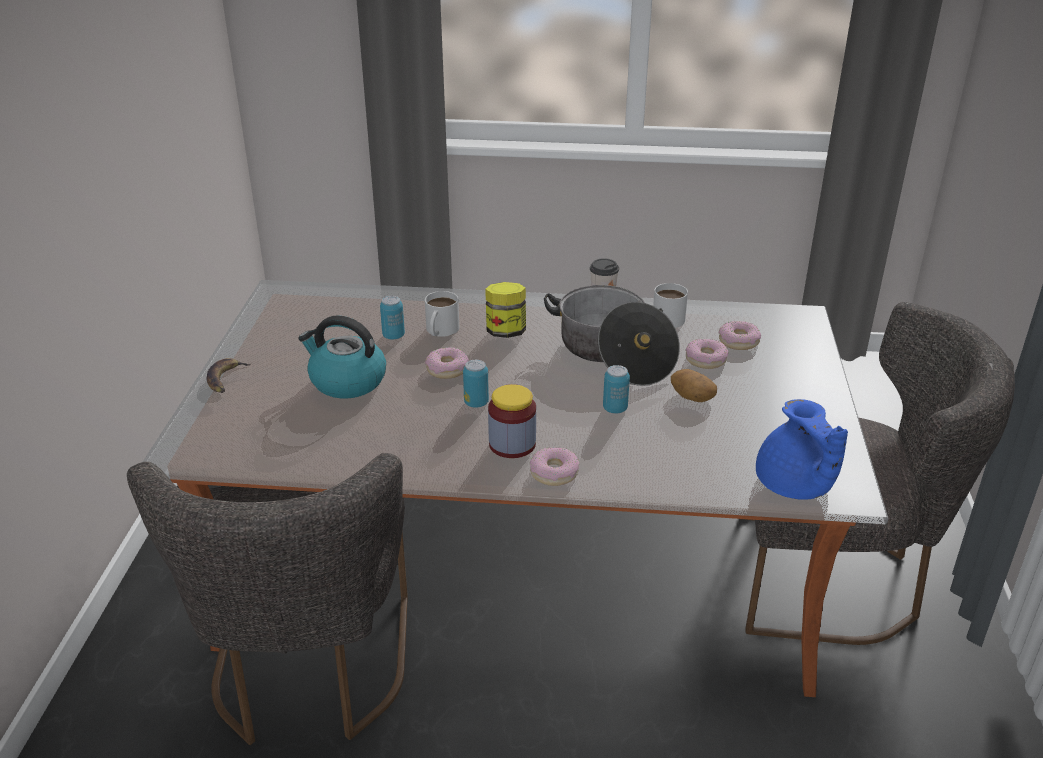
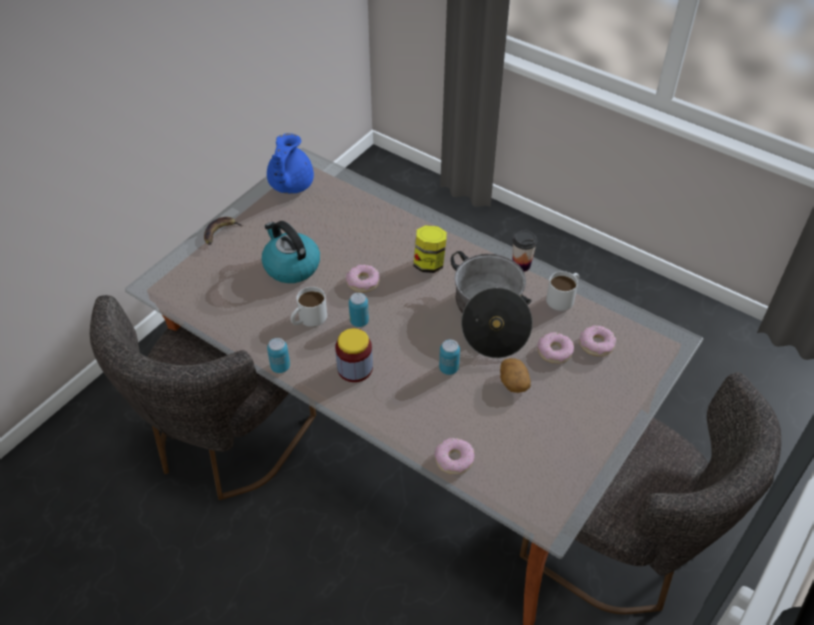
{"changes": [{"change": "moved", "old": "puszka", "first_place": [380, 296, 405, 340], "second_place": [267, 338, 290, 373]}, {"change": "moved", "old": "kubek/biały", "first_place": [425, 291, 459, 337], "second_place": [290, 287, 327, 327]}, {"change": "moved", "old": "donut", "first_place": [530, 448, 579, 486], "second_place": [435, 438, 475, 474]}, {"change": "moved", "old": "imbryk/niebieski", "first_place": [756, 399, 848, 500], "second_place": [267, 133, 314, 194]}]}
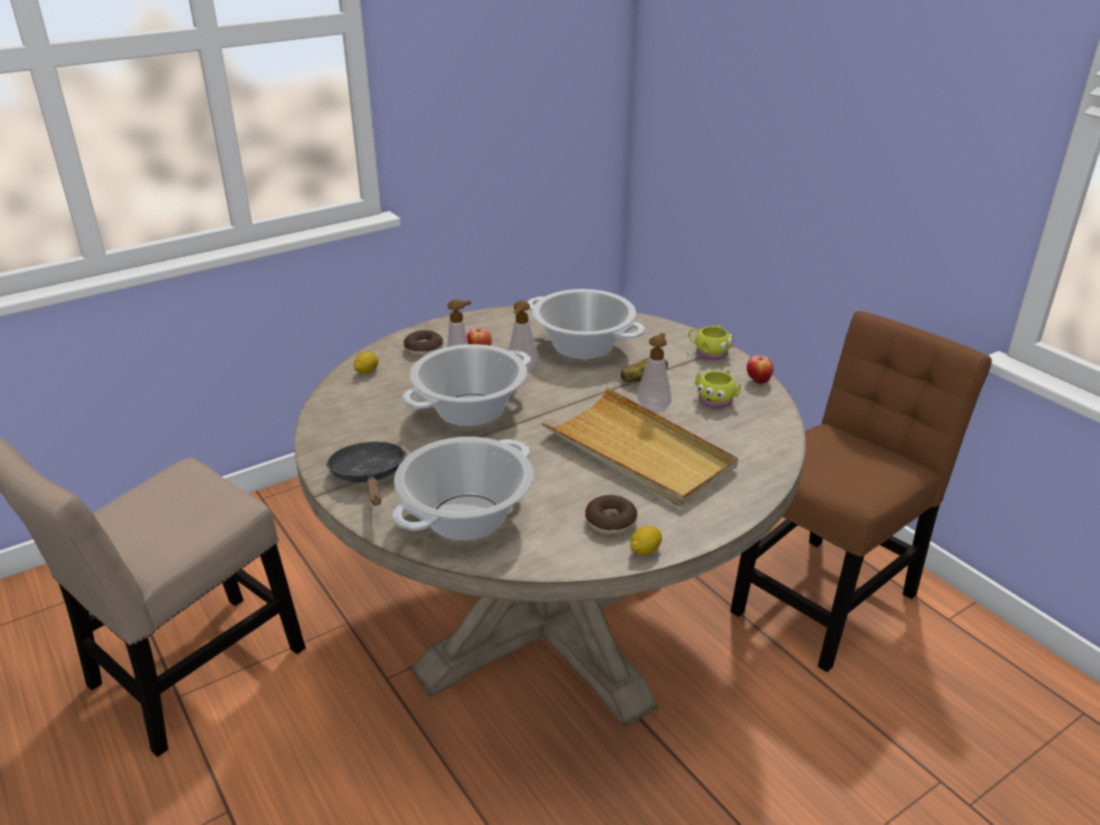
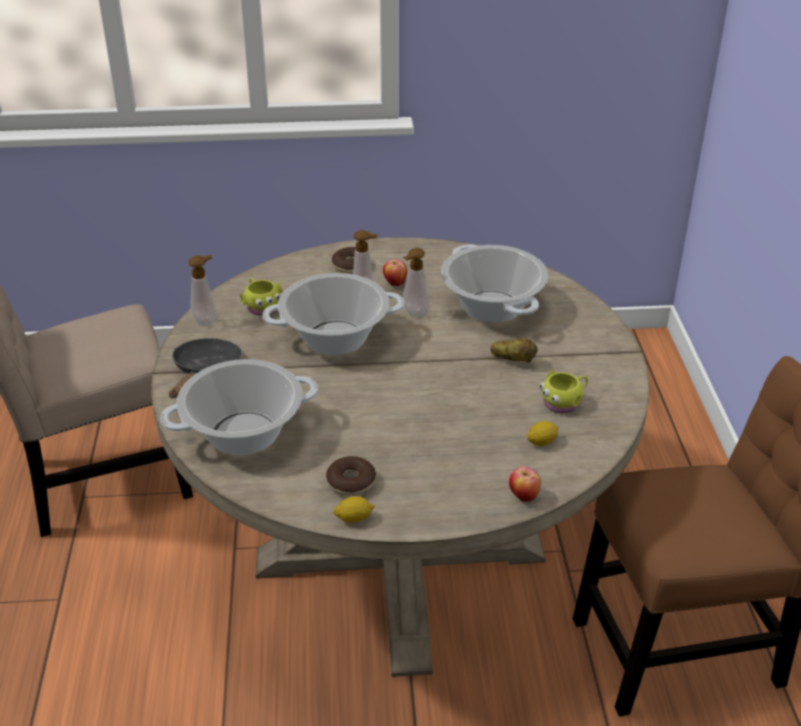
{"changes": [{"change": "moved", "old": "cytryna", "first_place": [354, 352, 378, 374], "second_place": [527, 421, 559, 446]}, {"change": "removed", "old": "taca/beżowy", "first_place": [541, 387, 738, 506]}, {"change": "moved", "old": "dozownik mydła", "first_place": [637, 333, 672, 411], "second_place": [188, 255, 216, 326]}, {"change": "moved", "old": "kubek/żółty", "first_place": [688, 324, 733, 360], "second_place": [240, 278, 282, 316]}, {"change": "moved", "old": "jabłko", "first_place": [747, 355, 774, 384], "second_place": [509, 467, 541, 502]}]}
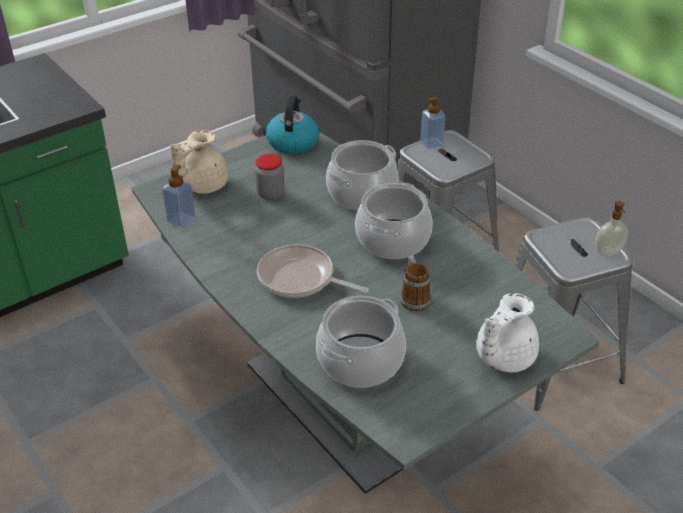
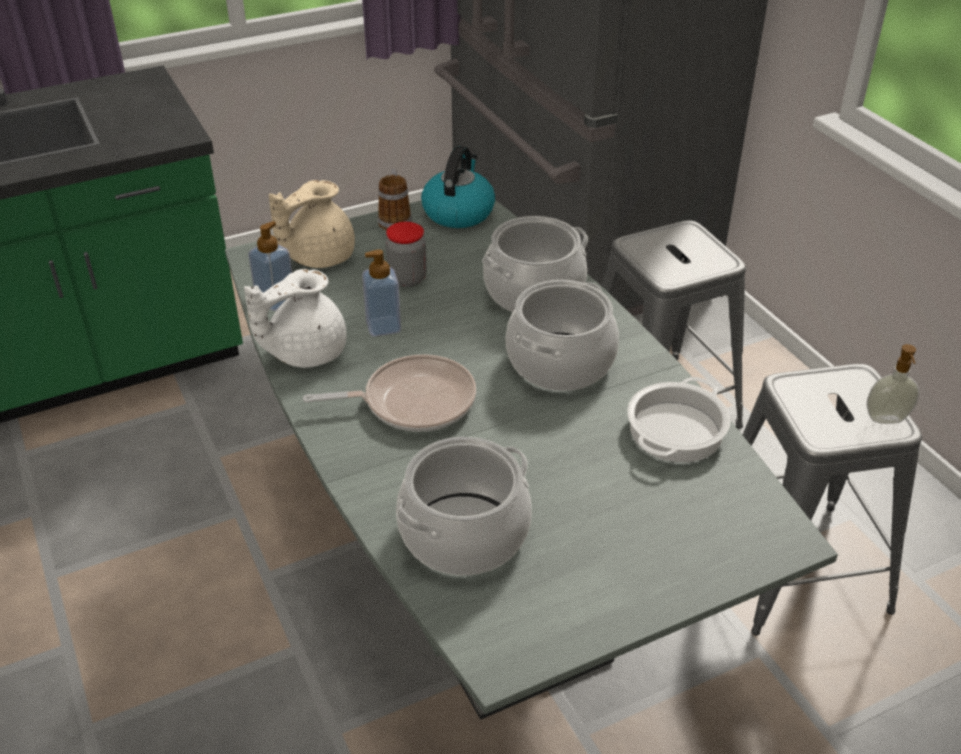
{"changes": [{"change": "turned", "old": "patelnia", "first_place": [257, 244, 369, 298], "second_place": [303, 354, 476, 432], "degrees": 135}, {"change": "moved", "old": "kubek", "first_place": [400, 255, 431, 311], "second_place": [378, 169, 412, 231]}, {"change": "moved", "old": "dozownik mydła", "first_place": [421, 97, 446, 149], "second_place": [362, 249, 401, 336]}, {"change": "moved", "old": "imbryk/biały", "first_place": [476, 293, 539, 372], "second_place": [244, 269, 347, 368]}, {"change": "added", "new": "garnek", "second_place": [627, 377, 731, 462]}]}
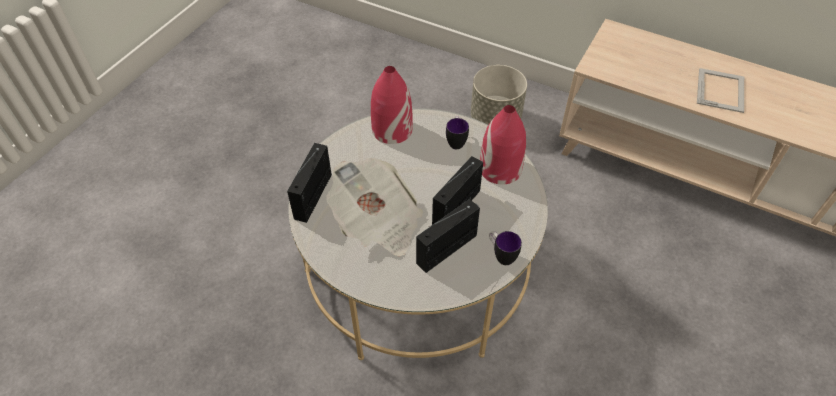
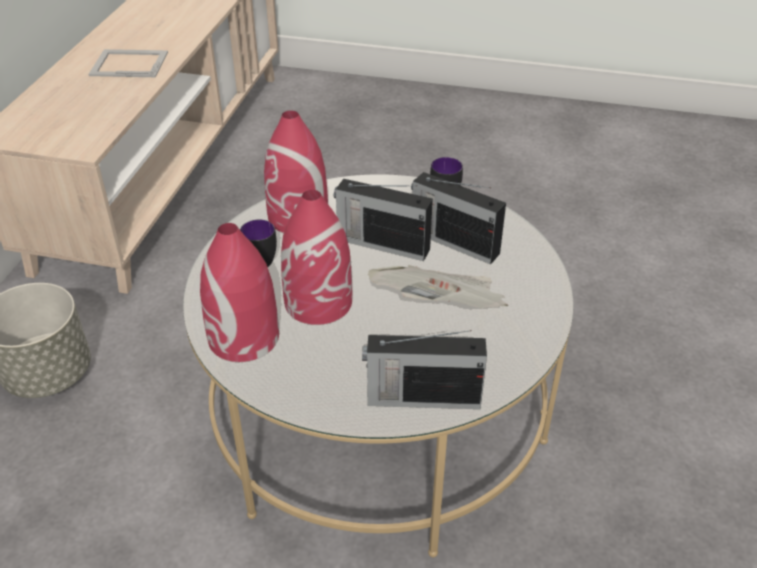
{"changes": [{"change": "added", "new": "wazon/czerwony", "second_place": [281, 190, 352, 325]}]}
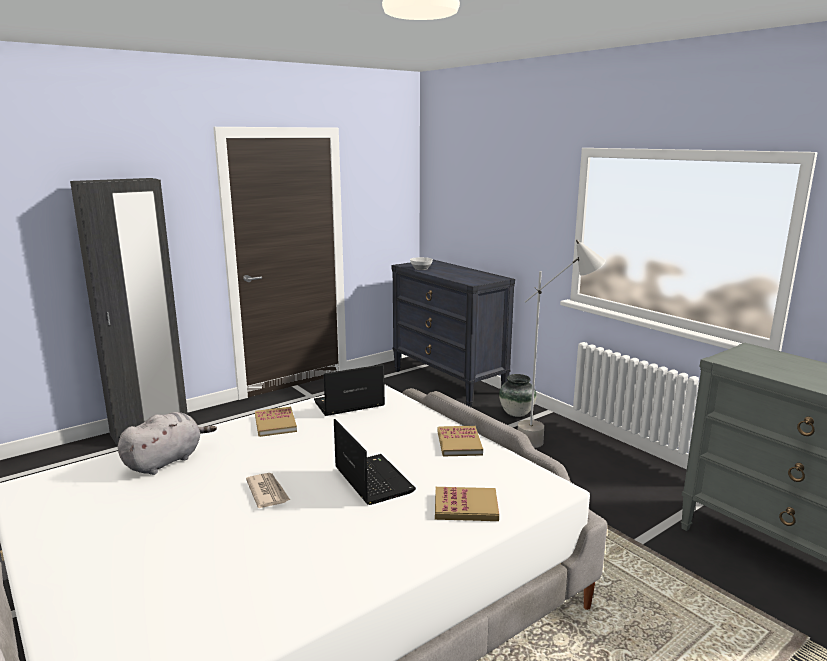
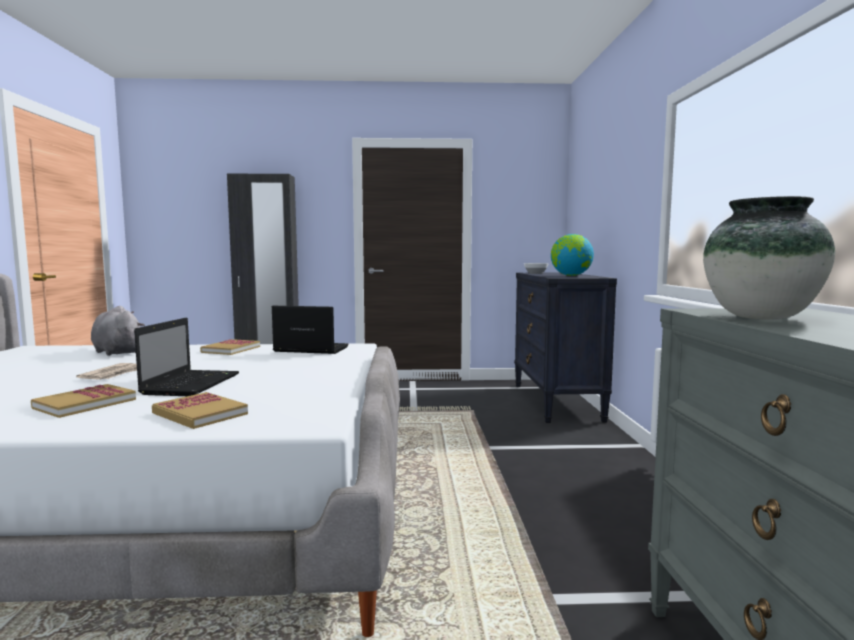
{"changes": [{"change": "turned", "old": "pluszak/szary", "first_place": [118, 412, 217, 475], "second_place": [91, 306, 145, 356], "degrees": -120}, {"change": "moved", "old": "książka", "first_place": [438, 426, 483, 457], "second_place": [31, 384, 136, 418]}, {"change": "moved", "old": "wazon", "first_place": [499, 374, 536, 417], "second_place": [703, 196, 835, 320]}, {"change": "removed", "old": "lampa stojąca/szary", "first_place": [518, 240, 606, 448]}, {"change": "added", "new": "globus", "second_place": [551, 234, 594, 276]}]}
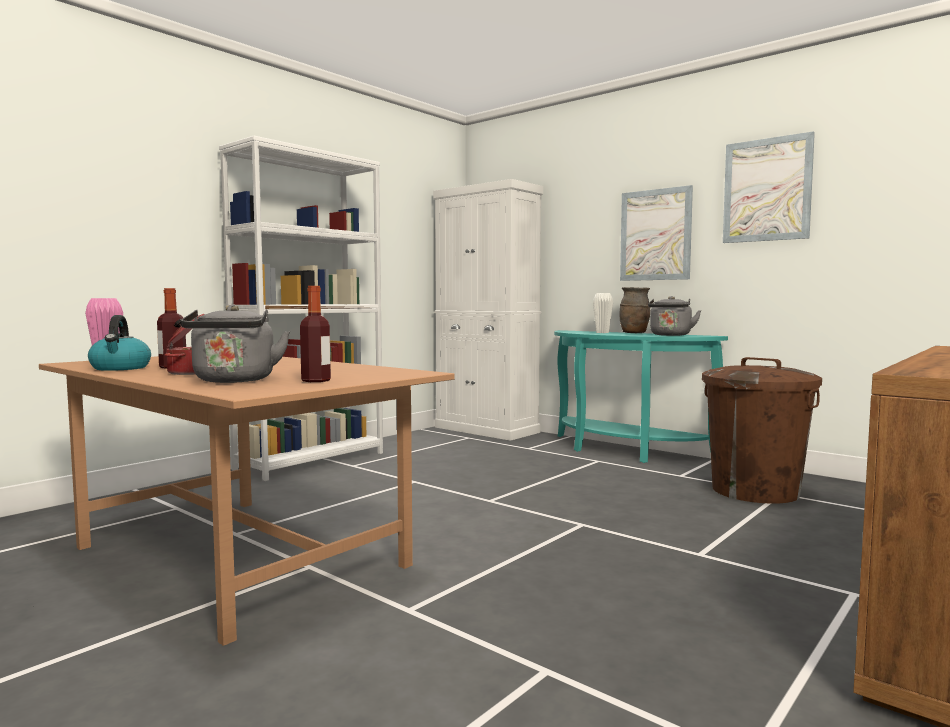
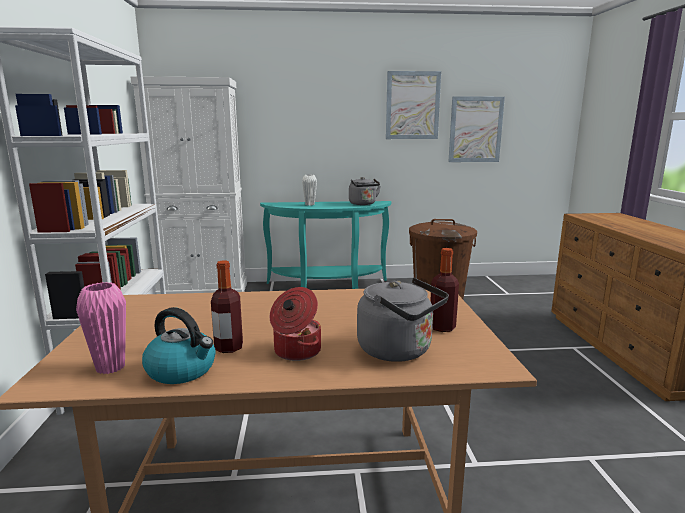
{"changes": [{"change": "moved", "old": "obraz", "first_place": [620, 185, 693, 281], "second_place": [448, 96, 505, 162]}, {"change": "removed", "old": "wazon/brązowy", "first_place": [620, 287, 650, 333]}]}
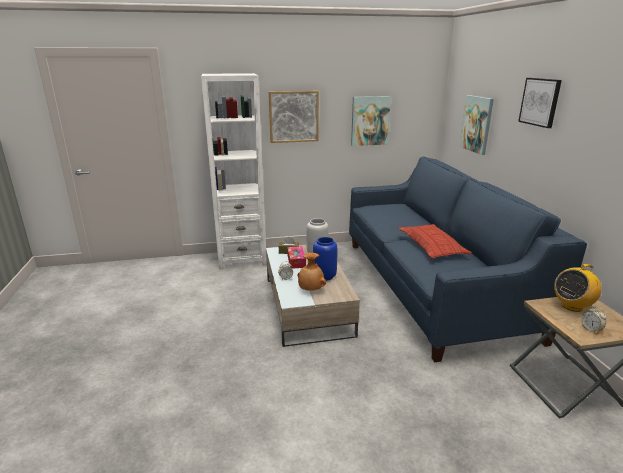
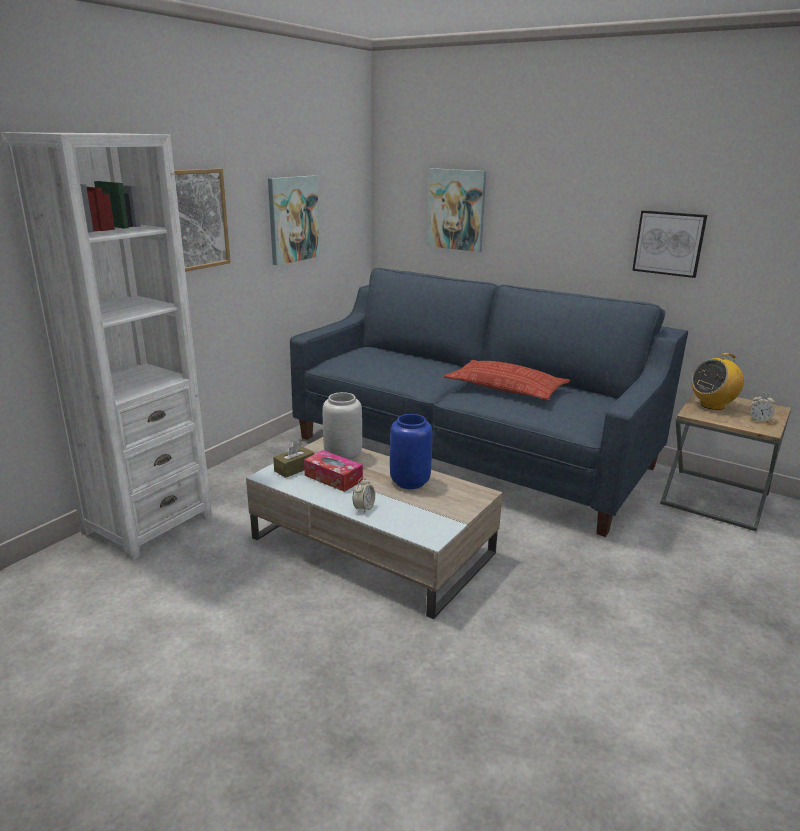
{"changes": [{"change": "removed", "old": "wazon/brązowy", "first_place": [298, 253, 326, 291]}, {"change": "moved", "old": "obraz", "first_place": [518, 78, 562, 128], "second_place": [632, 210, 707, 278]}, {"change": "turned", "old": "radio", "first_place": [554, 264, 602, 312], "second_place": [691, 353, 744, 410], "degrees": 45}]}
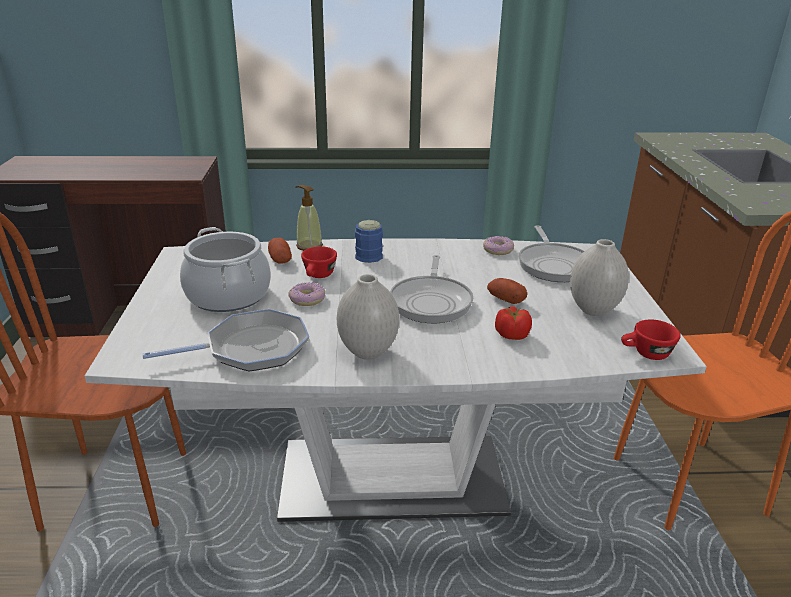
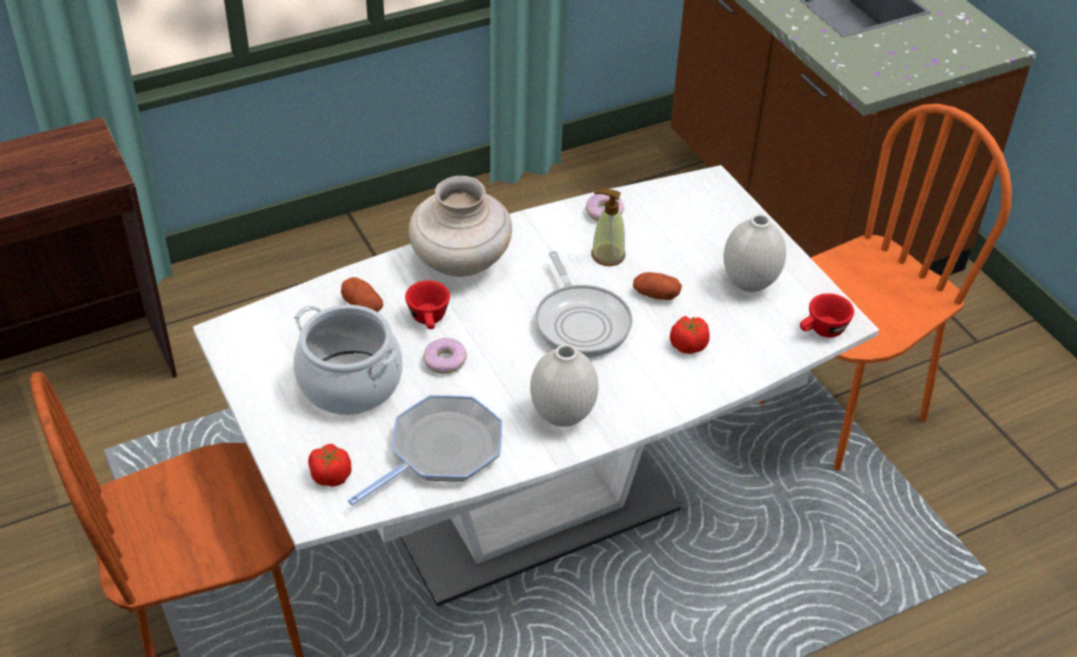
{"changes": [{"change": "moved", "old": "dozownik mydła", "first_place": [296, 185, 323, 251], "second_place": [591, 189, 625, 266]}, {"change": "replaced", "old": "kubek/niebieski", "new": "wazon/beżowy", "first_place": [355, 220, 383, 263], "second_place": [408, 176, 512, 277]}, {"change": "removed", "old": "patelnia", "first_place": [519, 225, 584, 282]}, {"change": "added", "new": "pomidor", "second_place": [308, 444, 351, 487]}]}
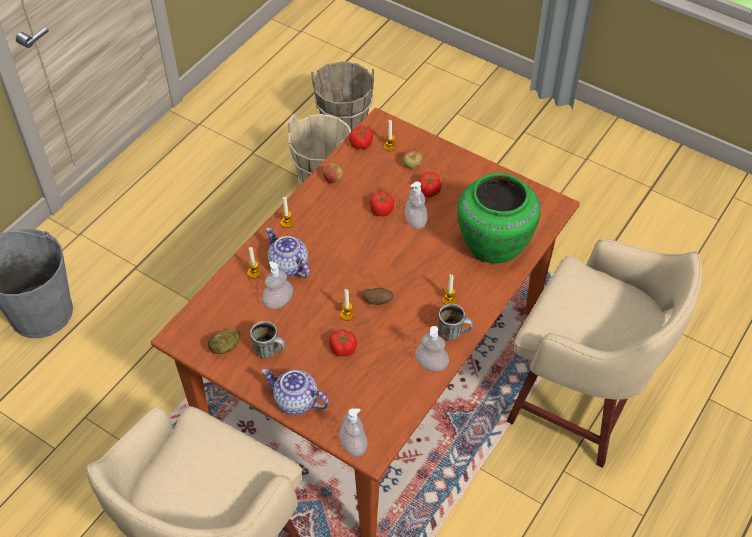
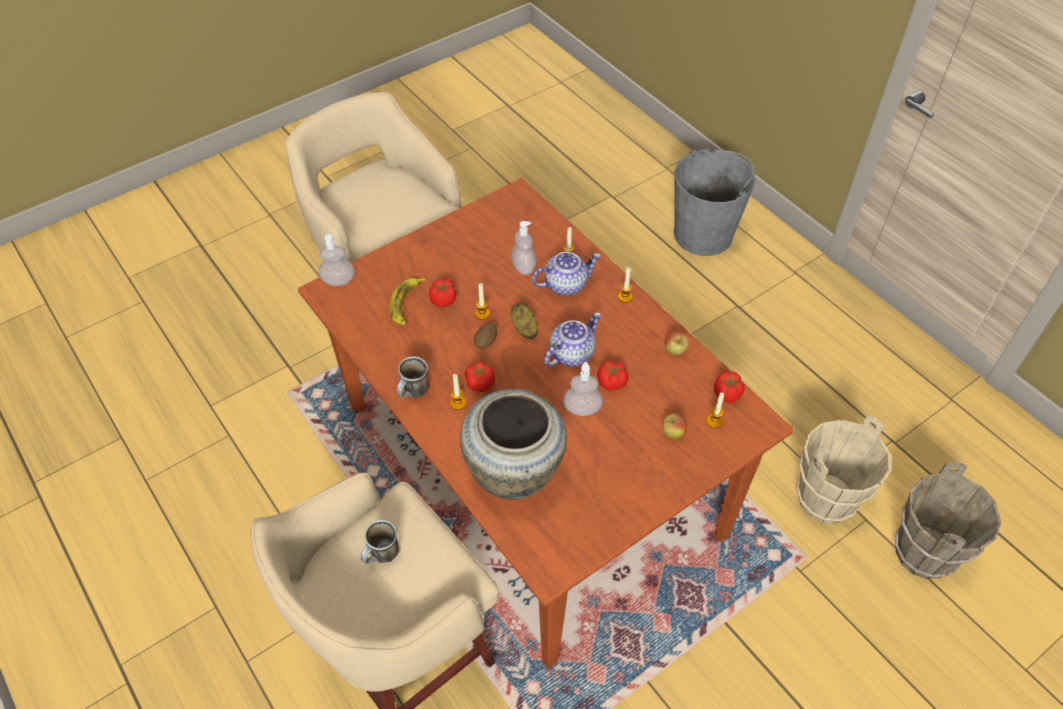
{"changes": [{"change": "moved", "old": "ziemniak", "first_place": [208, 329, 240, 354], "second_place": [511, 302, 538, 339]}, {"change": "moved", "old": "kubek", "first_place": [250, 321, 286, 358], "second_place": [361, 520, 398, 564]}, {"change": "moved", "old": "imbryk", "first_place": [262, 369, 329, 415], "second_place": [544, 313, 601, 367]}, {"change": "removed", "old": "dozownik mydła", "first_place": [415, 326, 449, 371]}, {"change": "moved", "old": "pomidor", "first_place": [418, 172, 442, 197], "second_place": [465, 362, 495, 392]}, {"change": "recoloured", "old": "wazon/zielony", "new": "wazon/beżowy", "first_place": [457, 173, 541, 263], "second_place": [460, 389, 567, 500]}, {"change": "added", "new": "banan", "second_place": [389, 278, 425, 326]}]}
